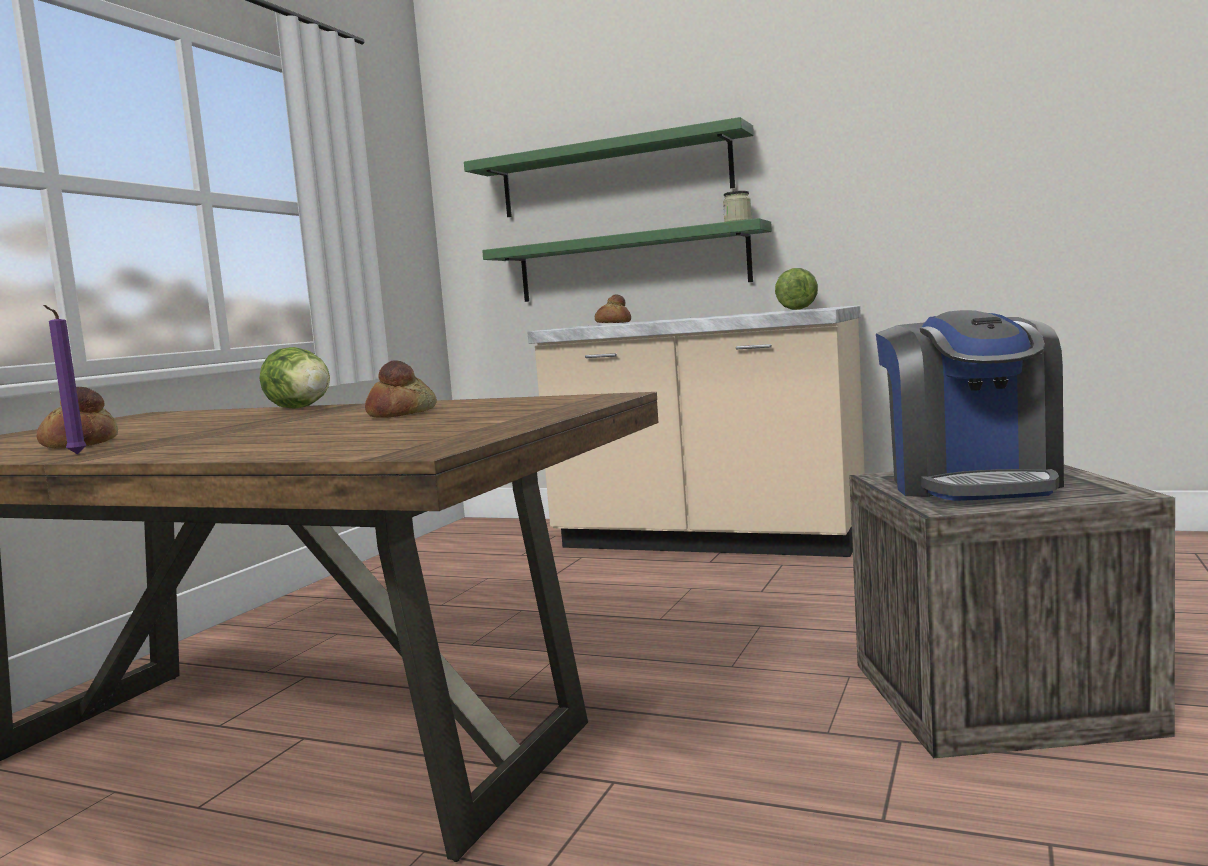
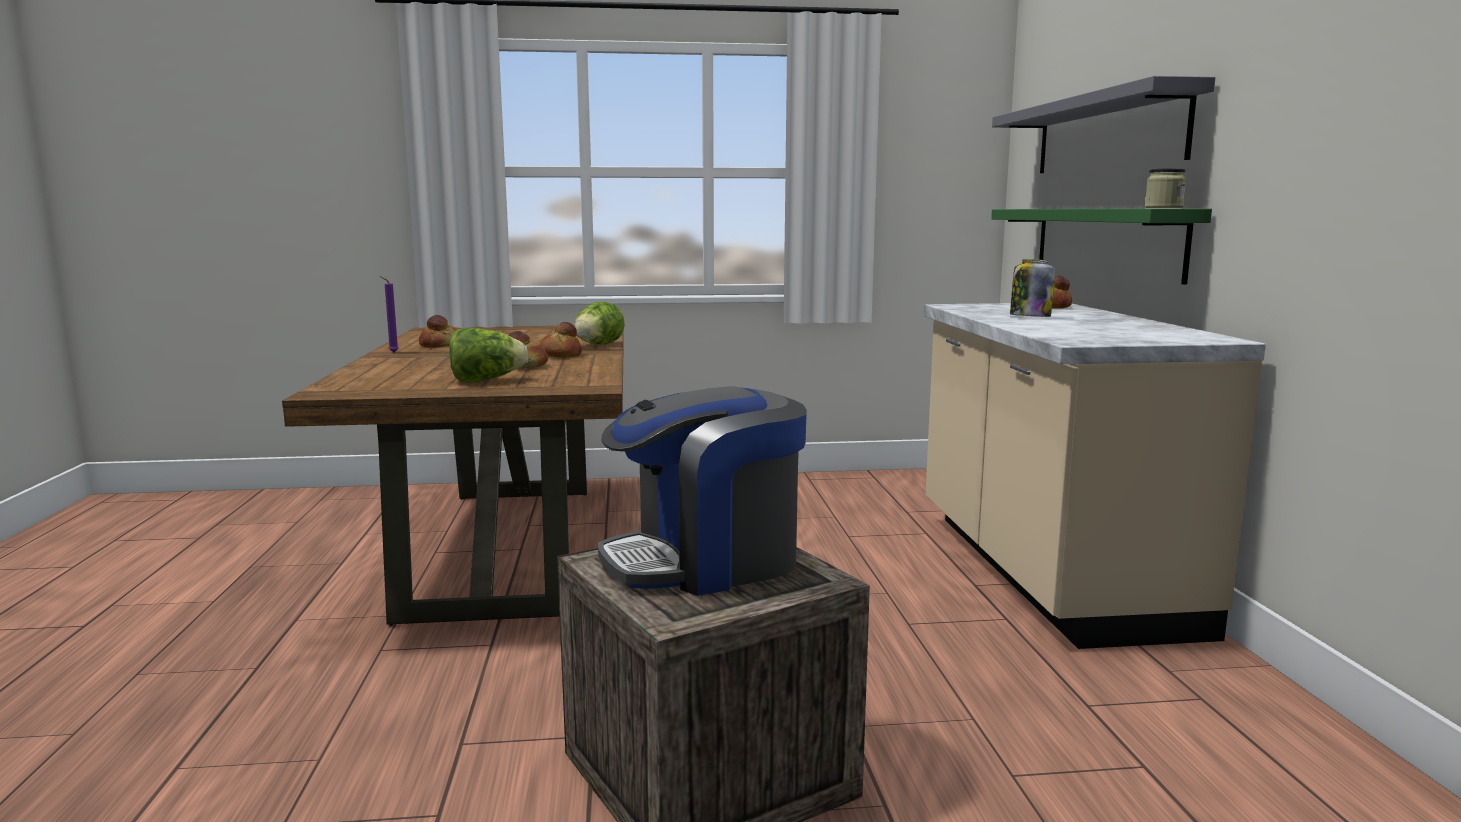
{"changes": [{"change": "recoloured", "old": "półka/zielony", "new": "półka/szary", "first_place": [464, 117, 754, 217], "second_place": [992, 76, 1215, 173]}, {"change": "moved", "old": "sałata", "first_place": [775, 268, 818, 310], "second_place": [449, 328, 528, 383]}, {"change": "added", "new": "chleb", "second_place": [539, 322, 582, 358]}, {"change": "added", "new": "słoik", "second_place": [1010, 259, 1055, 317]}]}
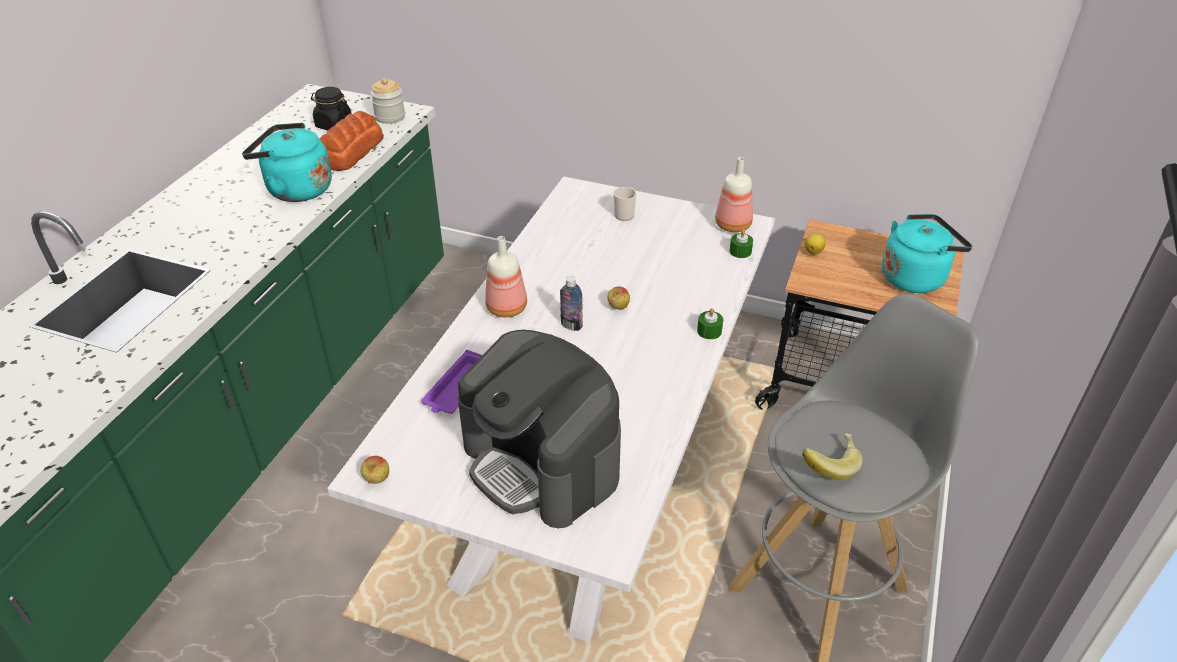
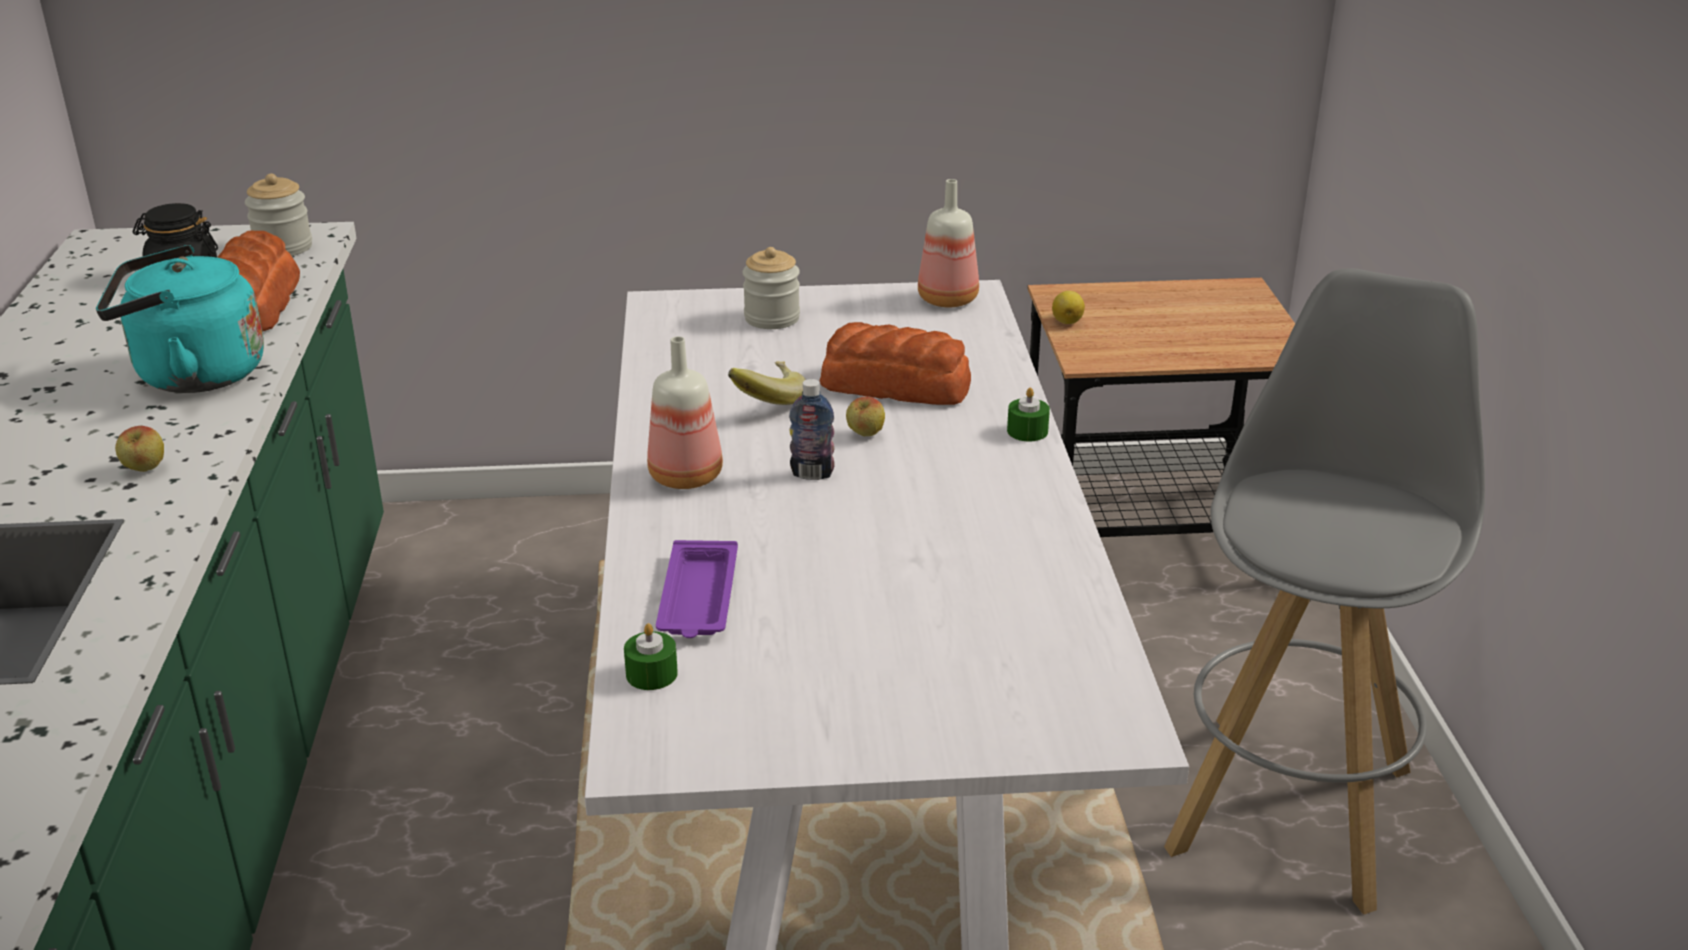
{"changes": [{"change": "moved", "old": "jabłko", "first_place": [361, 456, 389, 484], "second_place": [115, 426, 164, 472]}, {"change": "removed", "old": "ekspres do kawy", "first_place": [458, 330, 621, 528]}, {"change": "replaced", "old": "kubek", "new": "słoik", "first_place": [614, 187, 636, 221], "second_place": [742, 247, 800, 329]}, {"change": "moved", "old": "świeca/zielony", "first_place": [730, 229, 753, 258], "second_place": [624, 623, 678, 690]}, {"change": "moved", "old": "banan", "first_place": [802, 433, 863, 480], "second_place": [728, 361, 806, 405]}, {"change": "removed", "old": "czajnik/turkusowy", "first_place": [882, 214, 972, 293]}, {"change": "added", "new": "chleb", "second_place": [819, 322, 971, 405]}]}
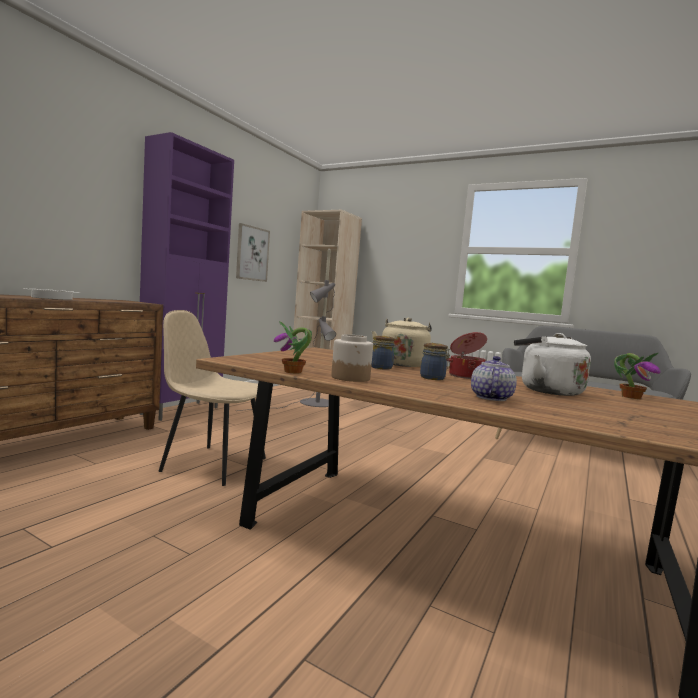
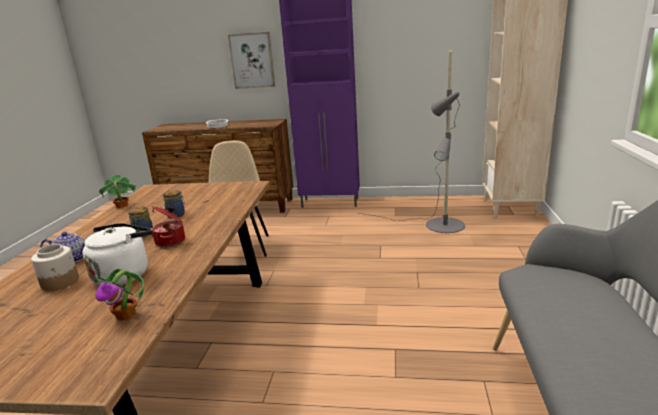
{"changes": [{"change": "moved", "old": "obraz", "first_place": [236, 223, 270, 282], "second_place": [228, 32, 275, 89]}, {"change": "moved", "old": "słoik", "first_place": [331, 334, 373, 382], "second_place": [31, 244, 79, 291]}, {"change": "removed", "old": "czajnik/beżowy", "first_place": [372, 318, 432, 367]}]}
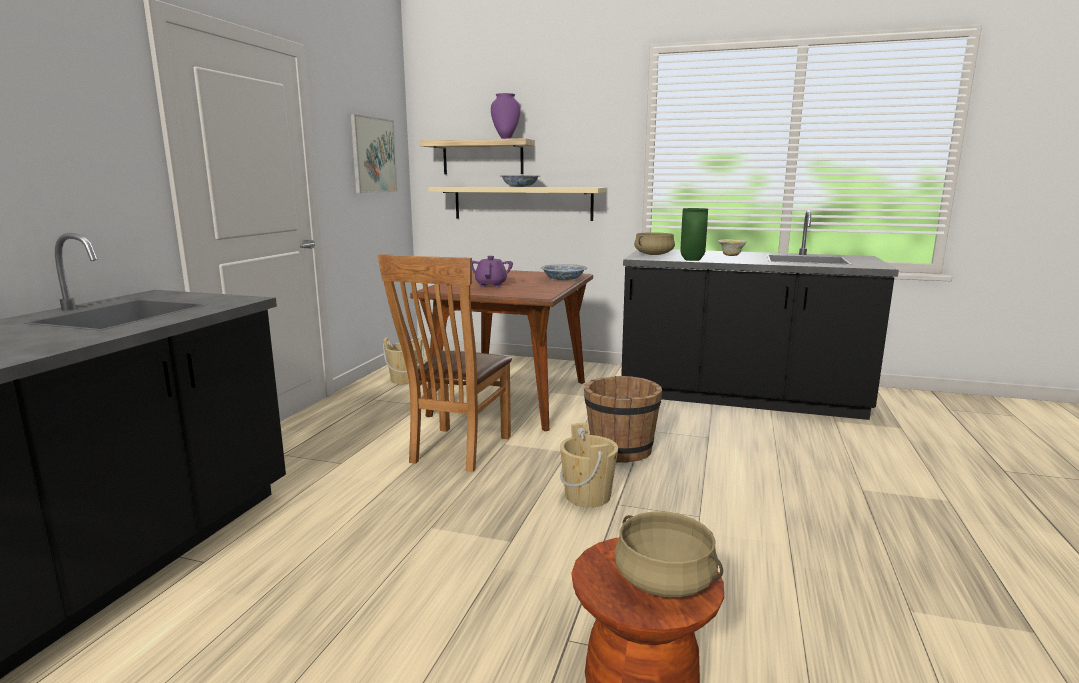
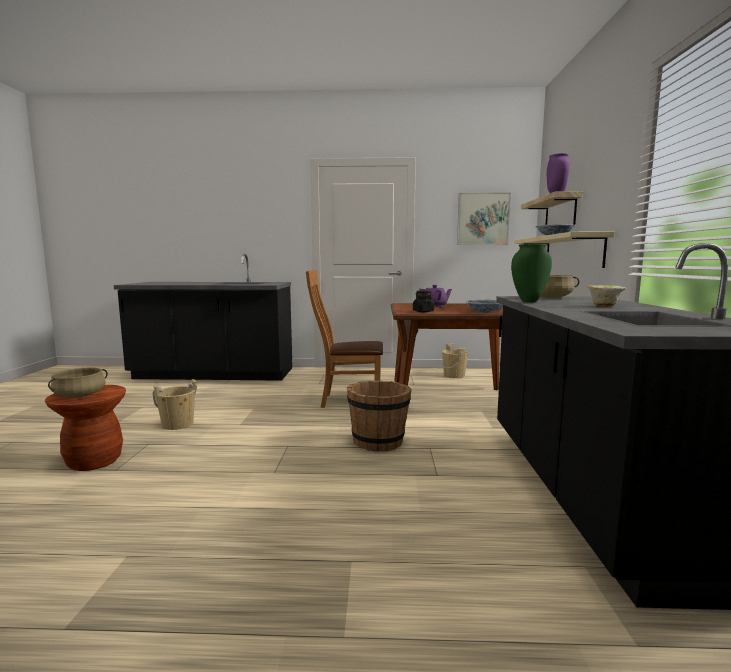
{"changes": [{"change": "moved", "old": "wiadro/beżowy", "first_place": [560, 423, 618, 507], "second_place": [153, 379, 197, 430]}, {"change": "added", "new": "słoik/czarny", "second_place": [413, 291, 434, 312]}]}
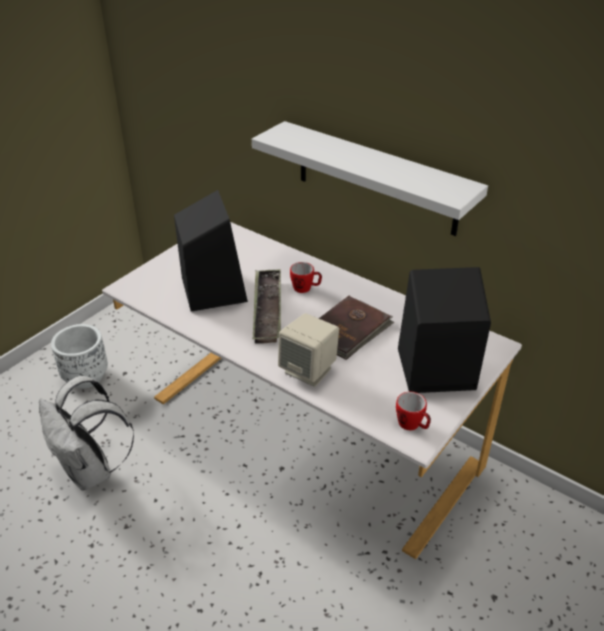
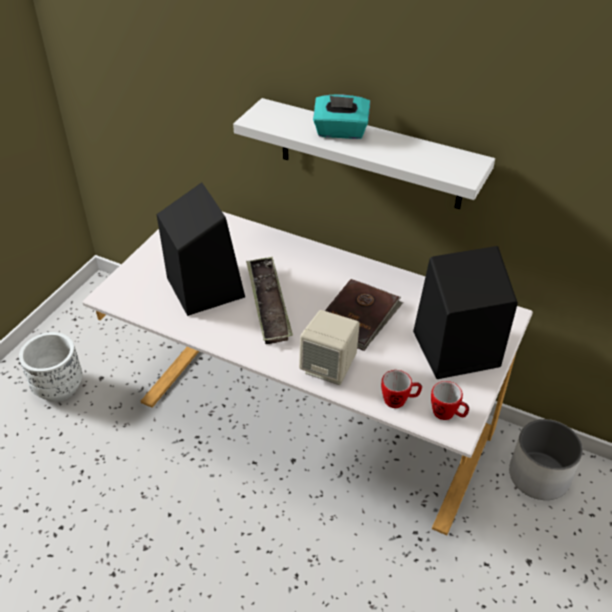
{"changes": [{"change": "removed", "old": "plecak/biały", "first_place": [39, 376, 134, 490]}, {"change": "moved", "old": "kubek", "first_place": [290, 262, 322, 293], "second_place": [381, 370, 422, 408]}, {"change": "added", "new": "pudełko chusteczek/turkusowy", "second_place": [313, 95, 370, 139]}, {"change": "added", "new": "donica/biały", "second_place": [509, 419, 583, 500]}]}
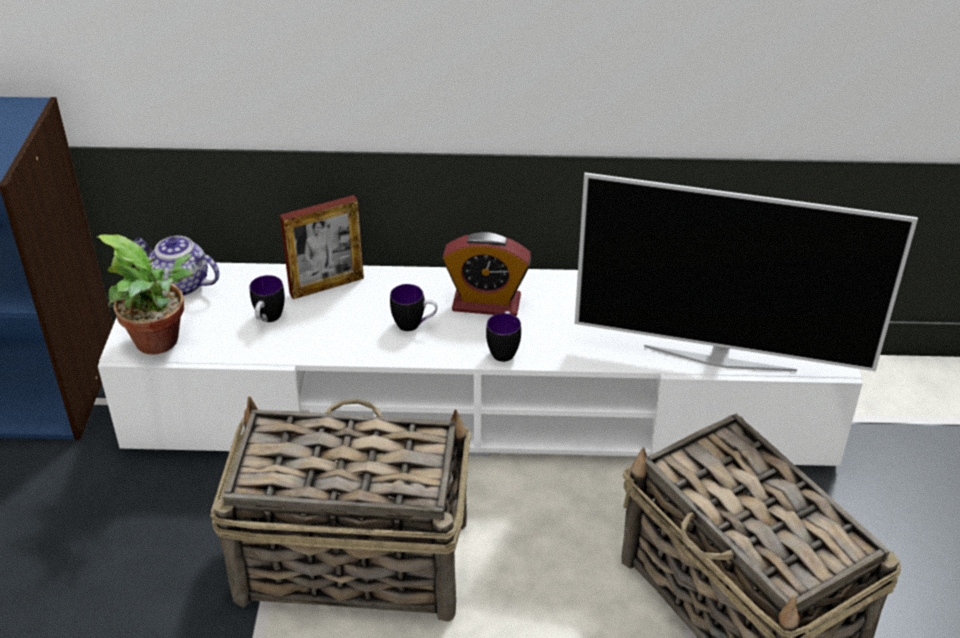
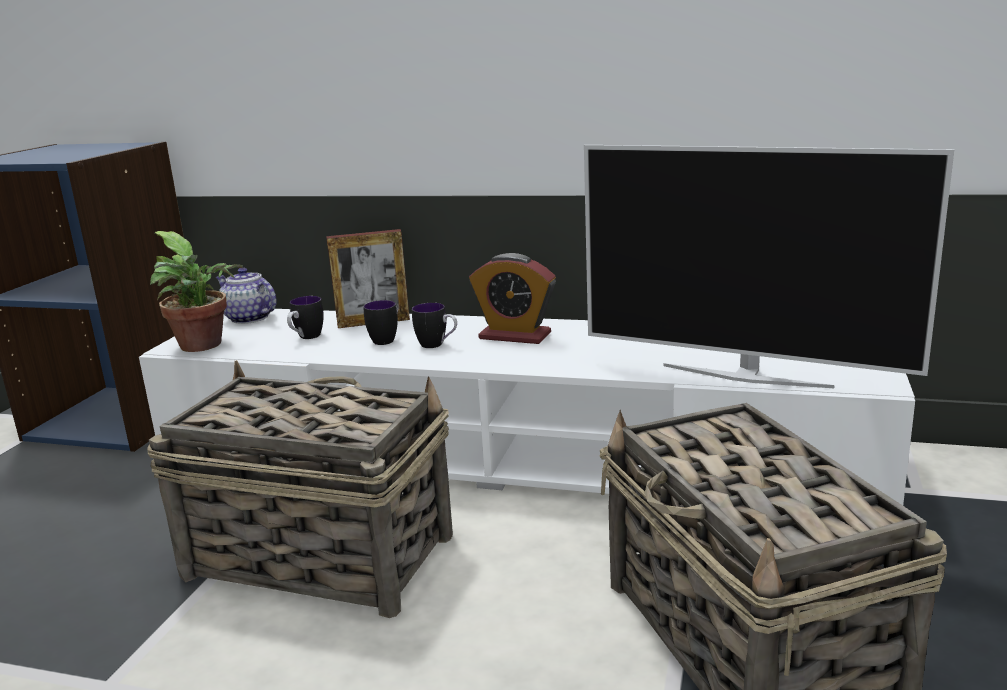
{"changes": [{"change": "moved", "old": "kubek", "first_place": [486, 311, 521, 362], "second_place": [363, 300, 398, 345]}]}
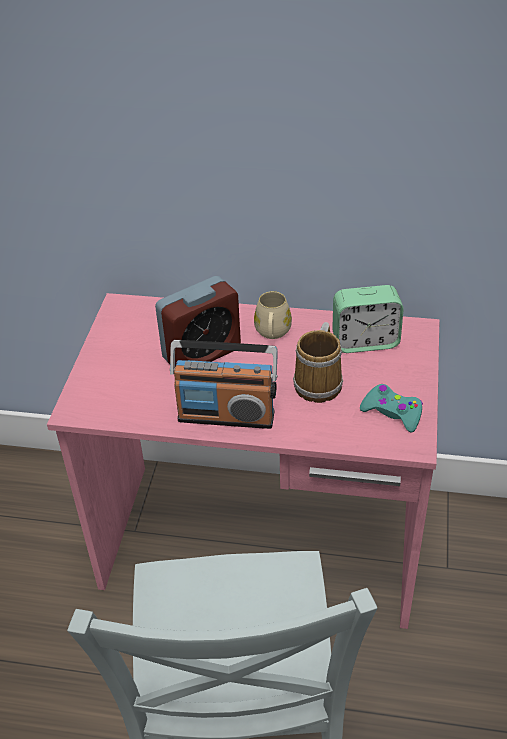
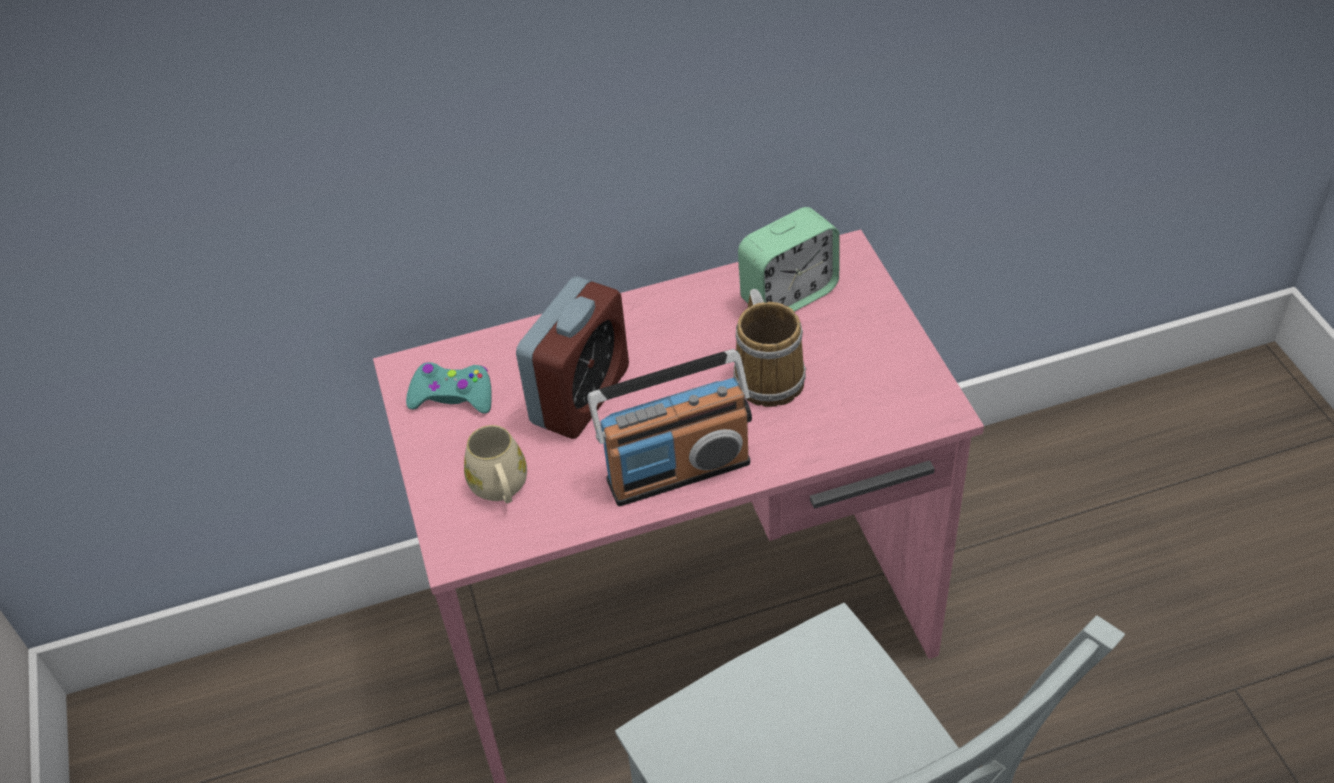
{"changes": [{"change": "moved", "old": "kubek/beżowy", "first_place": [254, 291, 292, 339], "second_place": [464, 425, 527, 504]}, {"change": "moved", "old": "pad do gier/turkusowy", "first_place": [360, 384, 423, 433], "second_place": [406, 362, 492, 414]}]}
